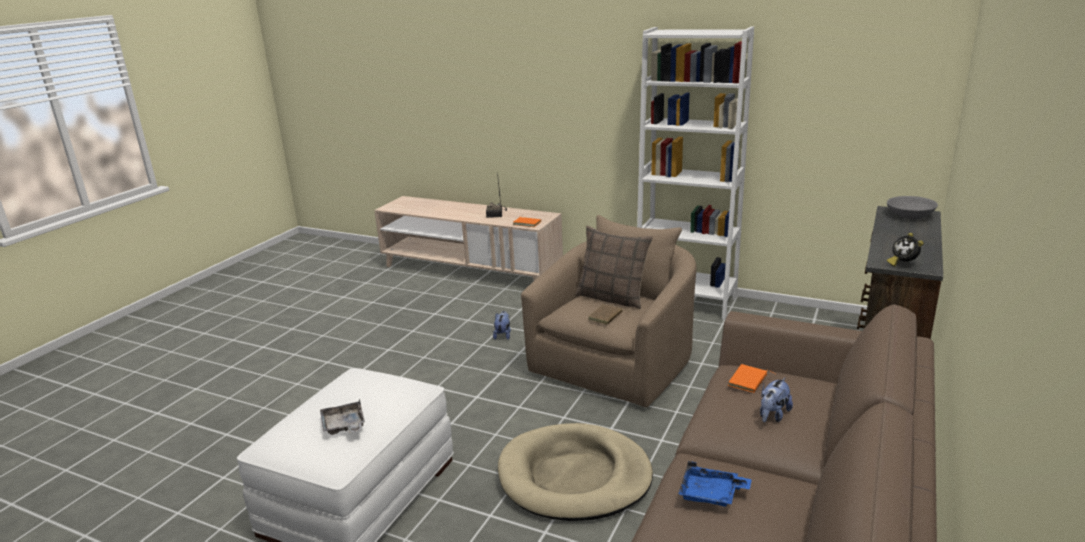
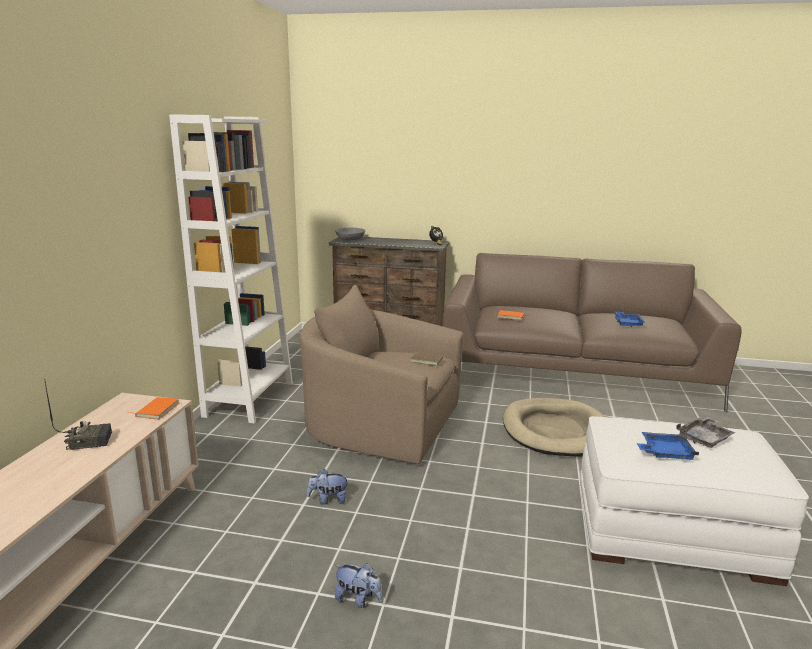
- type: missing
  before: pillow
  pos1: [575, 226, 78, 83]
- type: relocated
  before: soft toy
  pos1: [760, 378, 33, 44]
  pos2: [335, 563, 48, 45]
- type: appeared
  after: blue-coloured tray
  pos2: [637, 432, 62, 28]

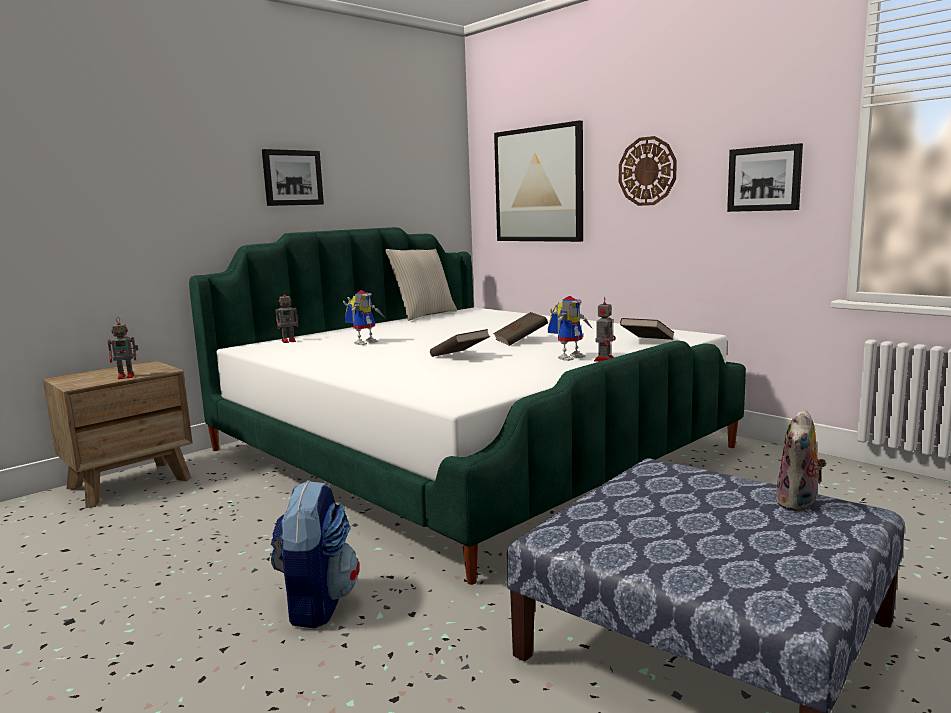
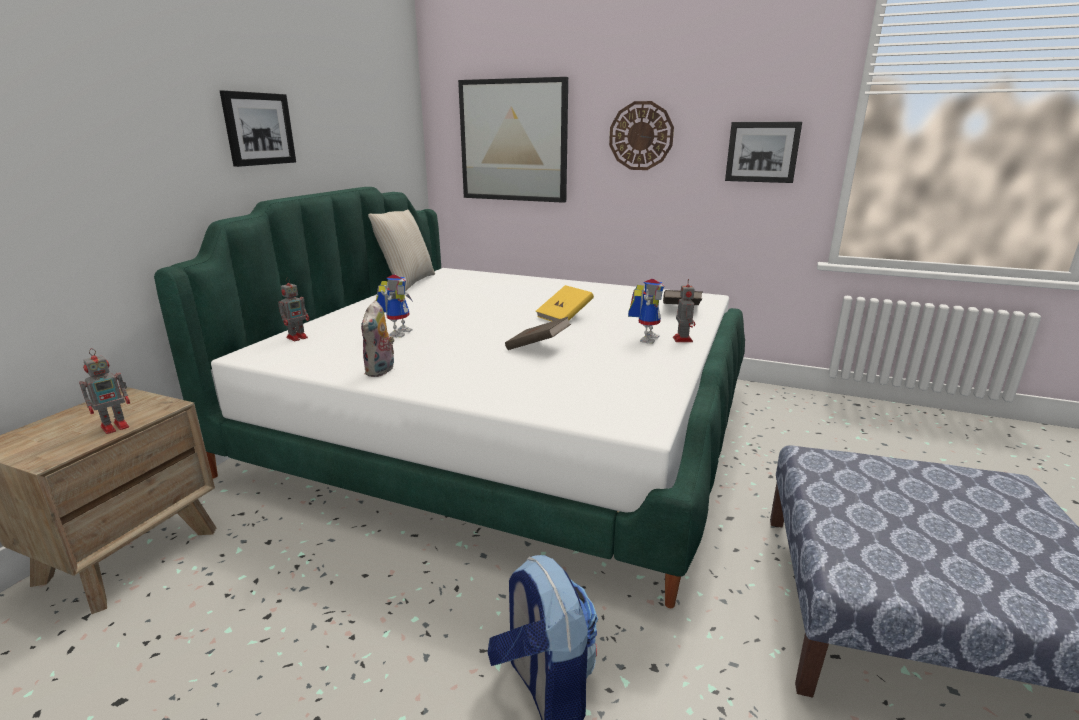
- type: colour
  before: brown-coloured bound book
  after: yellow bound book
  pos1: [493, 312, 55, 34]
  pos2: [536, 285, 58, 37]
- type: relocated
  before: soft toy
  pos1: [776, 409, 50, 103]
  pos2: [361, 300, 34, 77]

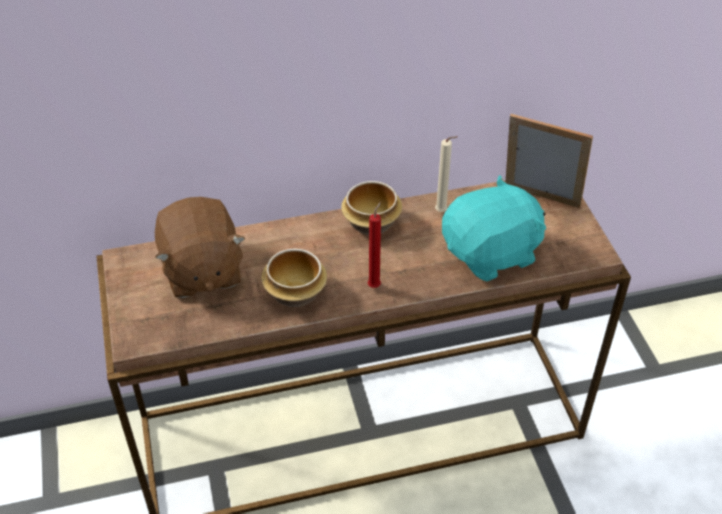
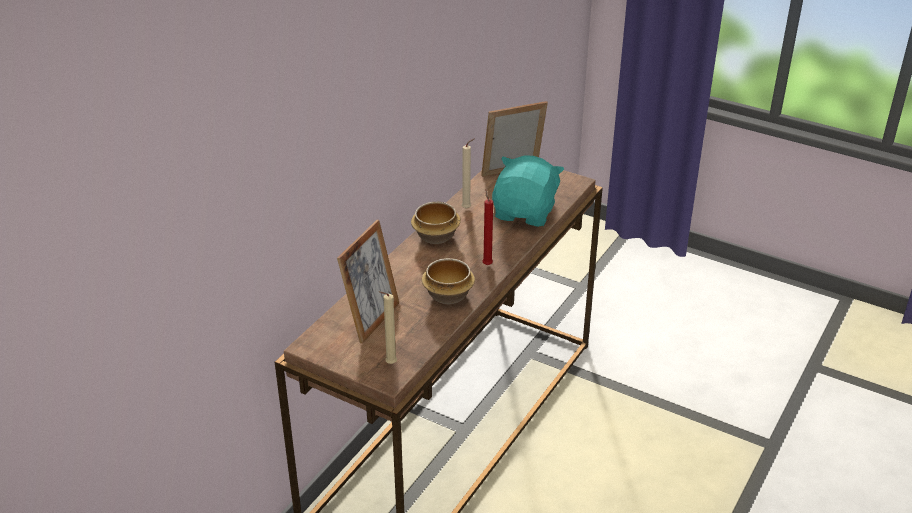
- type: exchanged
  before: brown-coloured soft toy
  after: standing frame
  pos1: [155, 197, 90, 101]
  pos2: [337, 220, 62, 124]
- type: appeared
  after: beige wax light
  pos2: [379, 291, 18, 73]

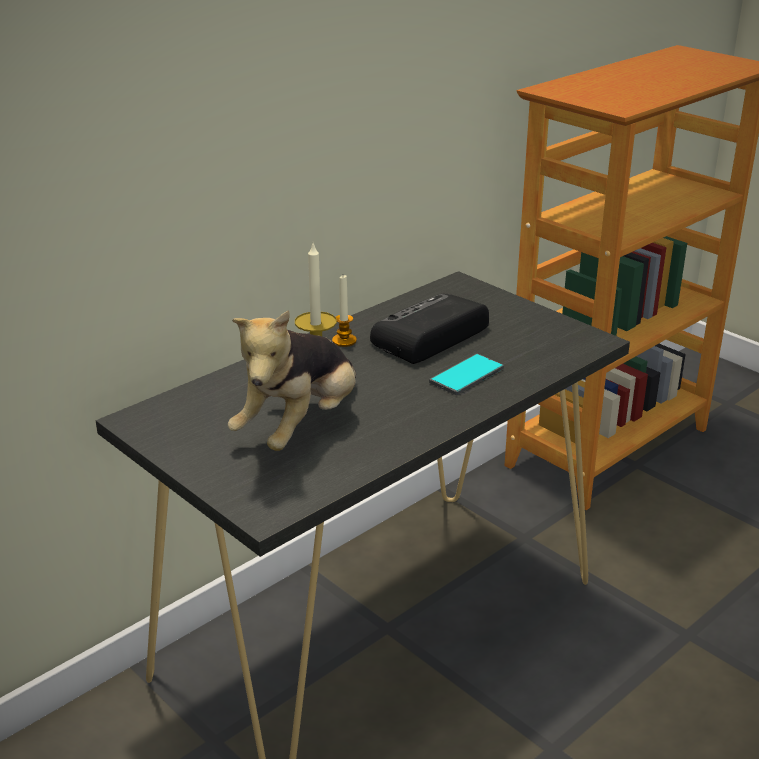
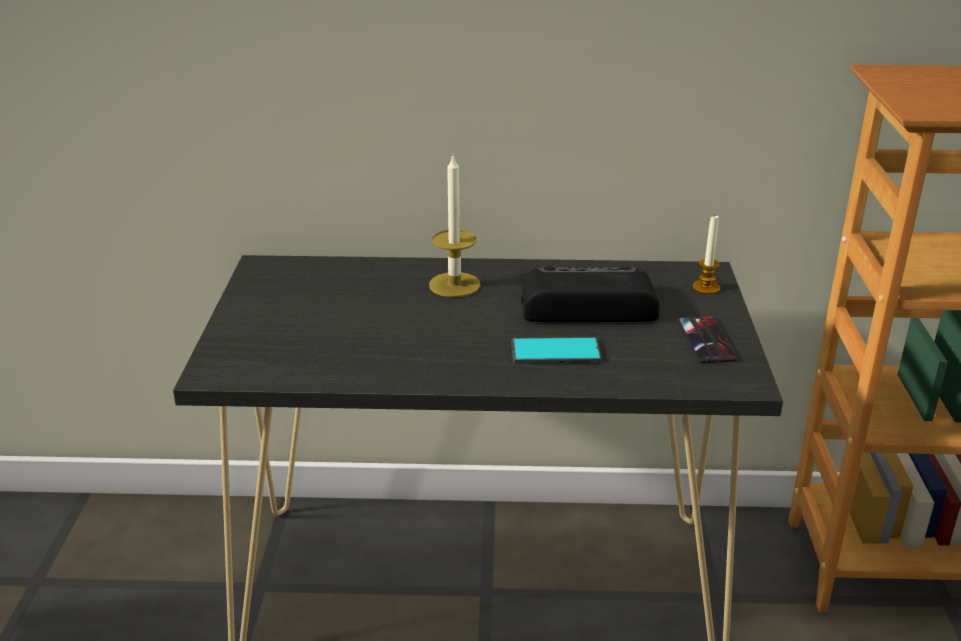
- type: relocated
  before: wax light
  pos1: [332, 275, 25, 72]
  pos2: [693, 216, 27, 78]
- type: missing
  before: soft toy
  pos1: [228, 310, 128, 141]
- type: appeared
  after: phone
  pos2: [677, 316, 61, 47]

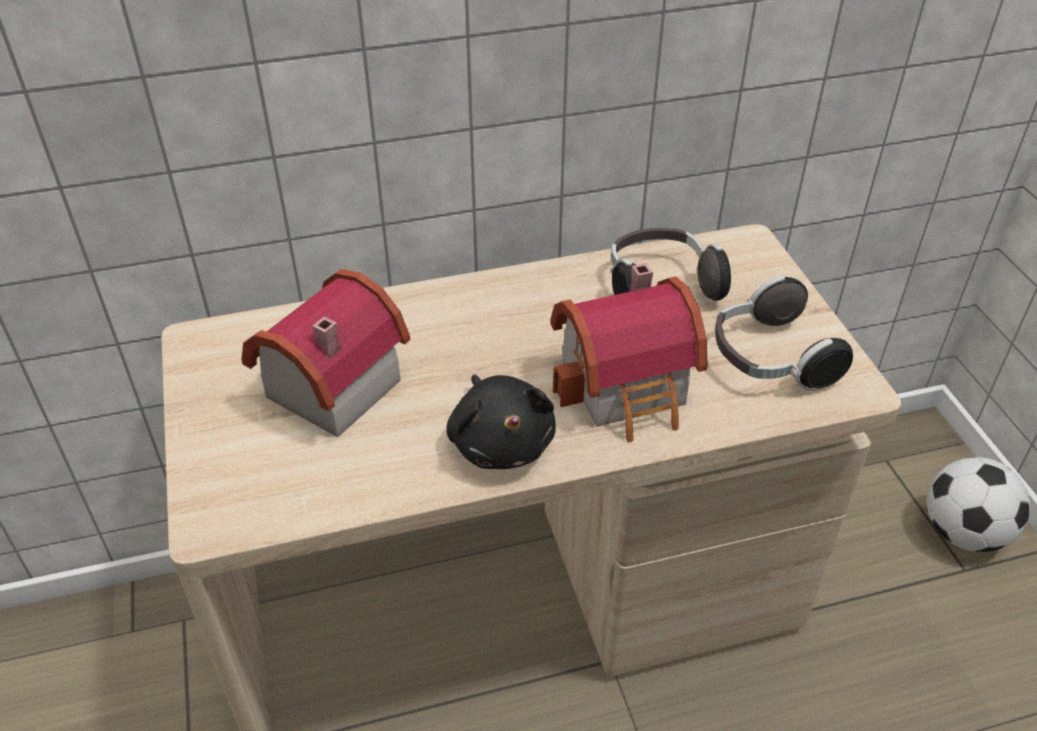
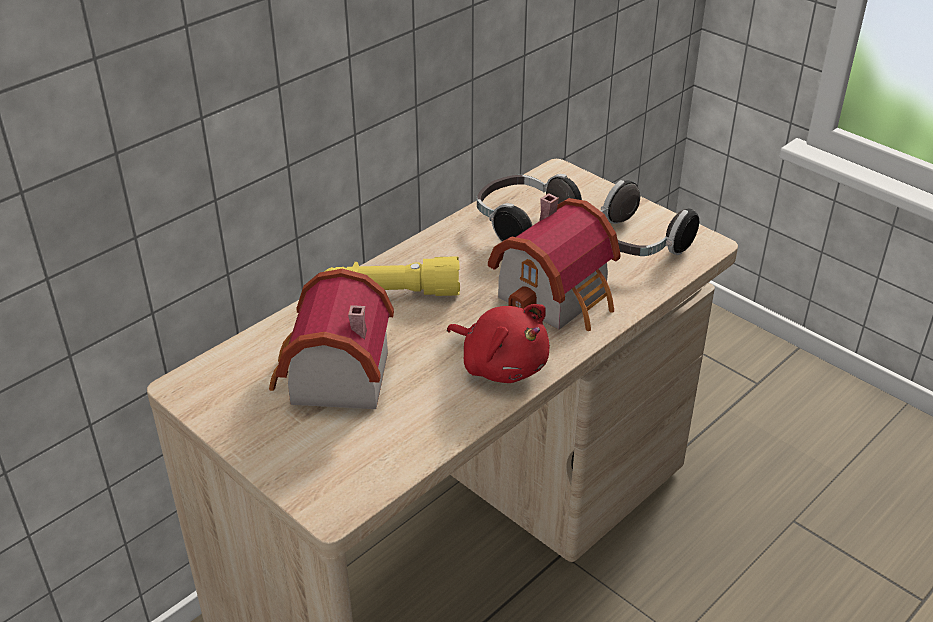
- type: colour
  before: black-coloured soft toy
  after: red-coloured soft toy
  pos1: [446, 375, 110, 94]
  pos2: [447, 304, 103, 79]
- type: missing
  before: football ball
  pos1: [927, 457, 103, 95]
- type: appeared
  after: yellow torch
  pos2: [324, 256, 136, 40]

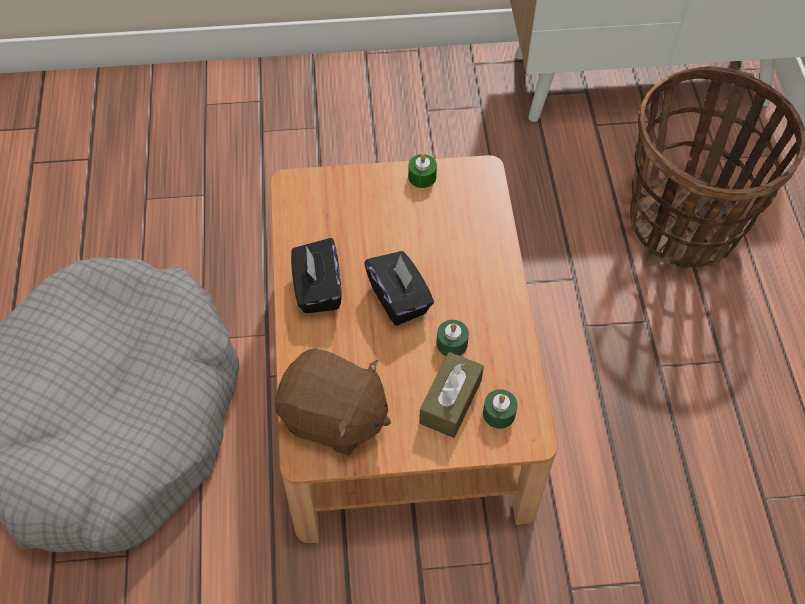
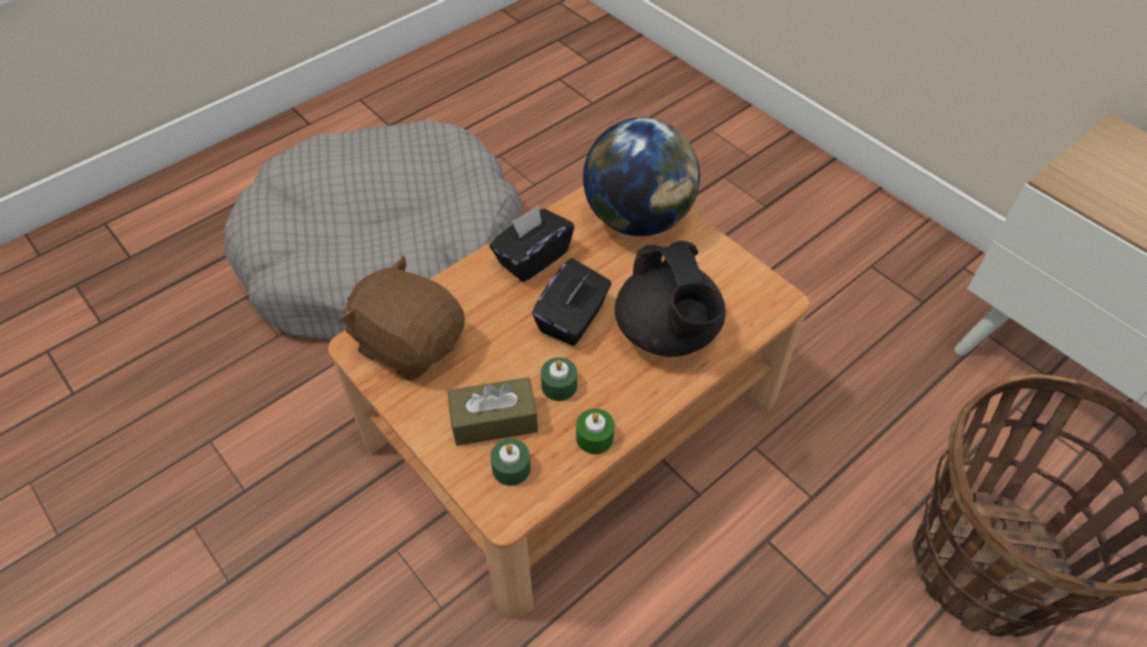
- type: relocated
  before: greenish wax light
  pos1: [408, 154, 29, 34]
  pos2: [576, 408, 39, 46]
- type: spun
  before: brown-coloured soft toy
  pos1: [275, 349, 116, 107]
  pos2: [340, 256, 125, 125]
  turn: 135
- type: appeared
  after: world globe
  pos2: [583, 117, 117, 119]
- type: appeared
  after: black-coloured pot for tea
  pos2: [615, 241, 111, 116]

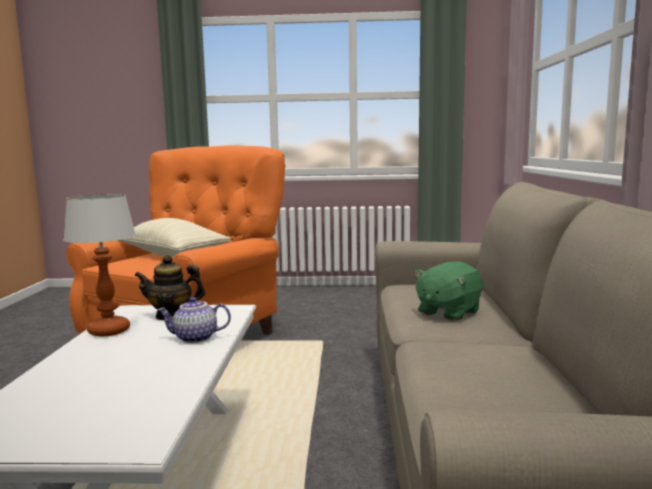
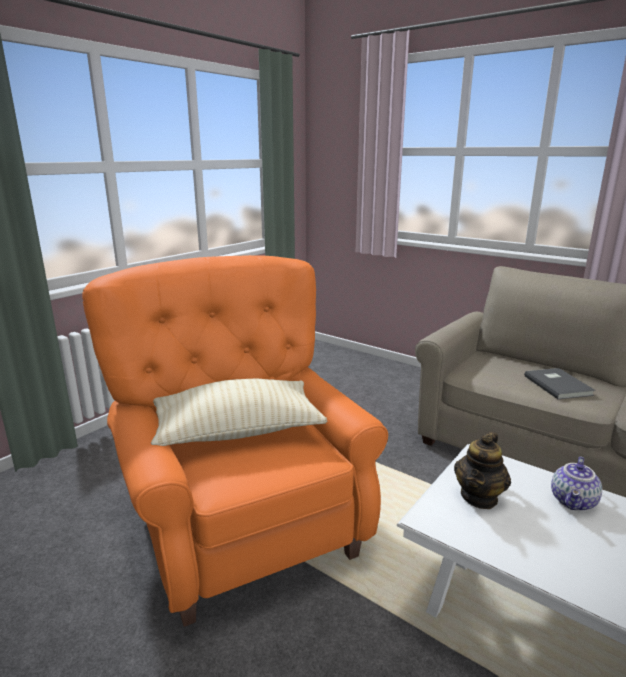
- type: missing
  before: tabletop lamp
  pos1: [63, 194, 73, 142]
- type: exchanged
  before: greenish soft toy
  after: grey bound book
  pos1: [414, 261, 69, 60]
  pos2: [524, 368, 71, 31]

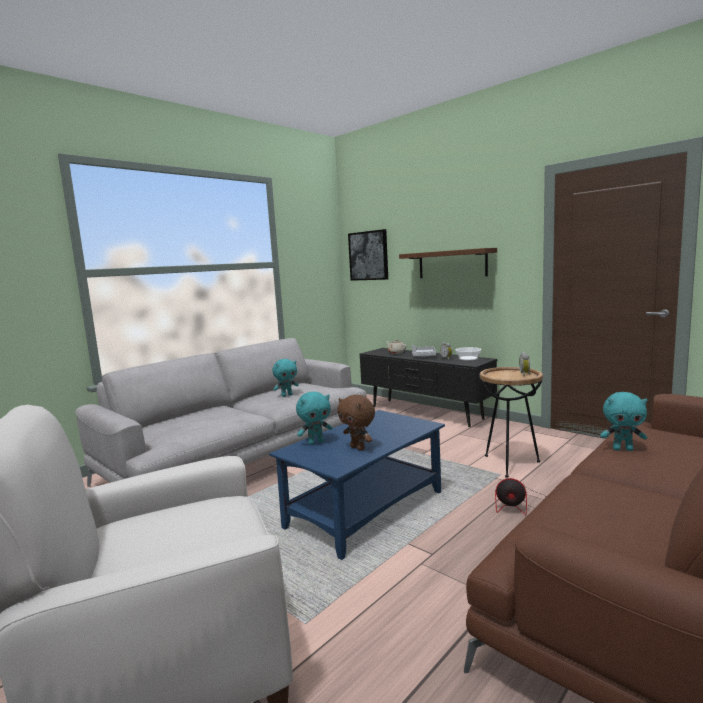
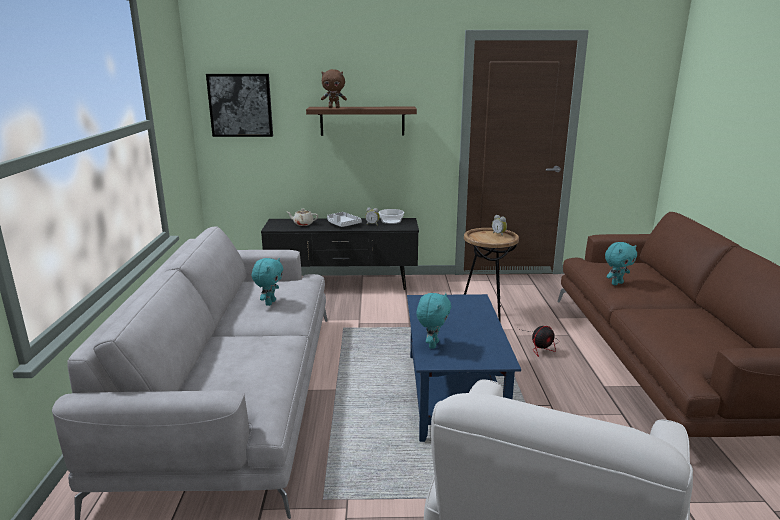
- type: relocated
  before: brown-coloured soft toy
  pos1: [337, 395, 38, 56]
  pos2: [321, 69, 26, 39]

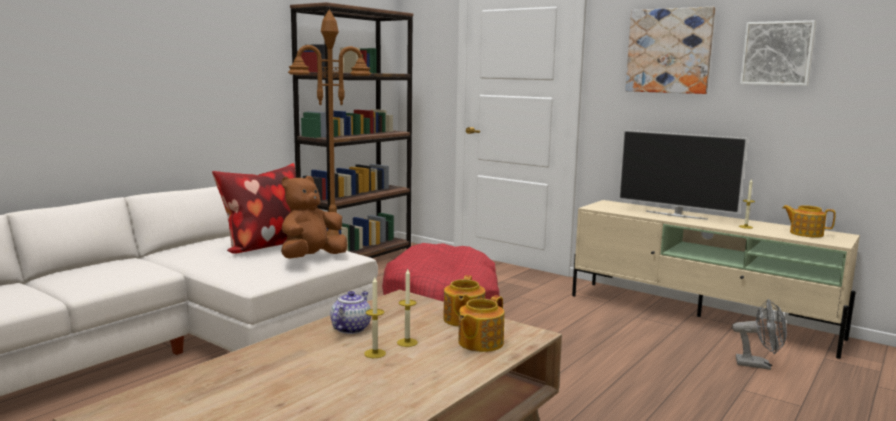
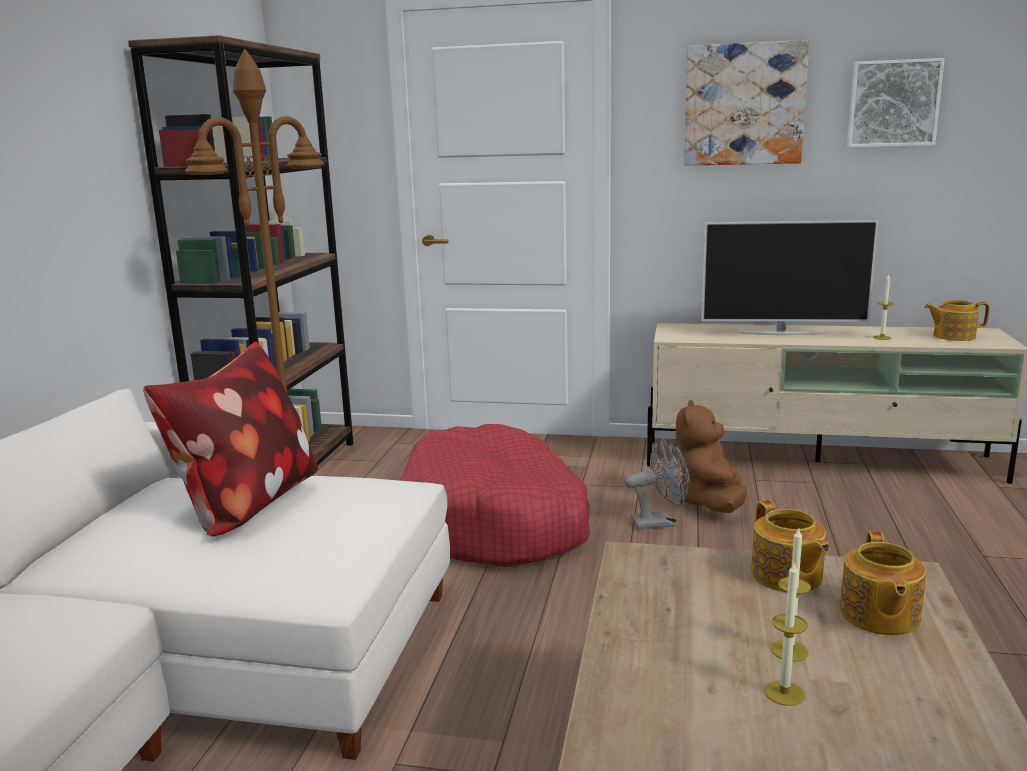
- type: relocated
  before: brown-coloured soft toy
  pos1: [281, 176, 67, 83]
  pos2: [676, 400, 71, 113]
- type: missing
  before: pot for tea
  pos1: [330, 291, 41, 43]
- type: relocated
  before: grey cooling fan
  pos1: [732, 299, 55, 71]
  pos2: [625, 438, 65, 91]

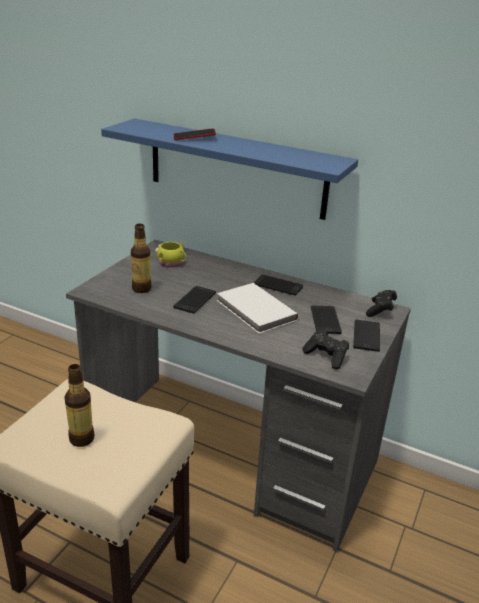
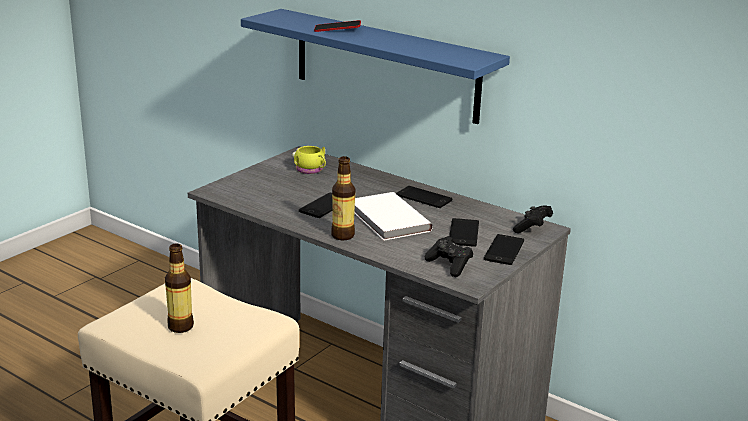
- type: relocated
  before: bottle
  pos1: [131, 224, 21, 69]
  pos2: [331, 156, 24, 84]

